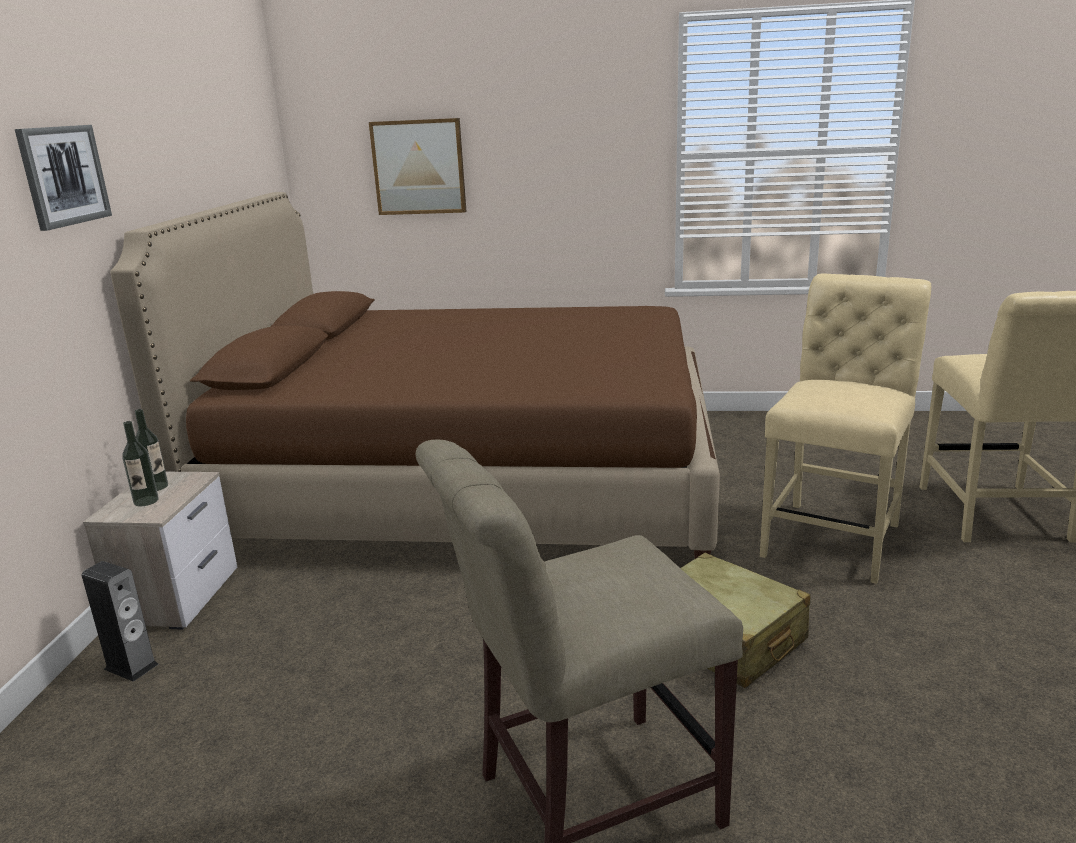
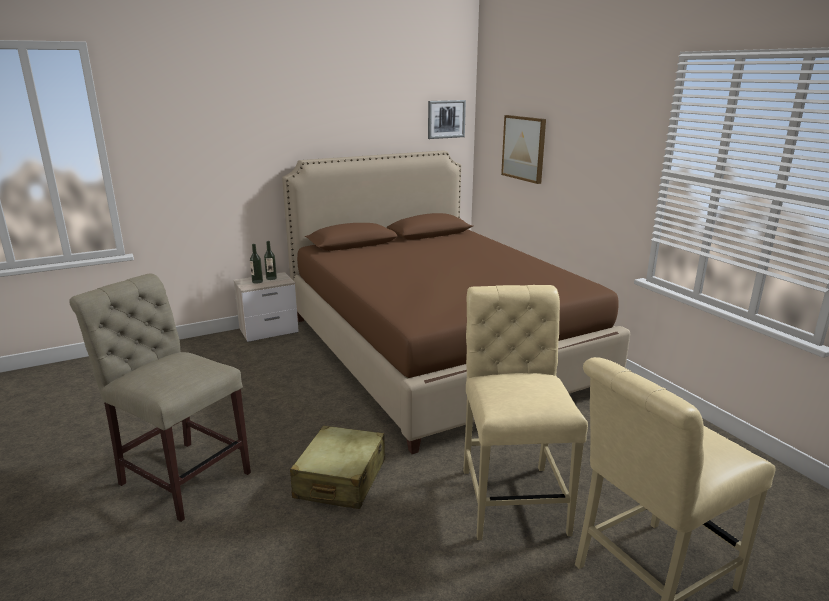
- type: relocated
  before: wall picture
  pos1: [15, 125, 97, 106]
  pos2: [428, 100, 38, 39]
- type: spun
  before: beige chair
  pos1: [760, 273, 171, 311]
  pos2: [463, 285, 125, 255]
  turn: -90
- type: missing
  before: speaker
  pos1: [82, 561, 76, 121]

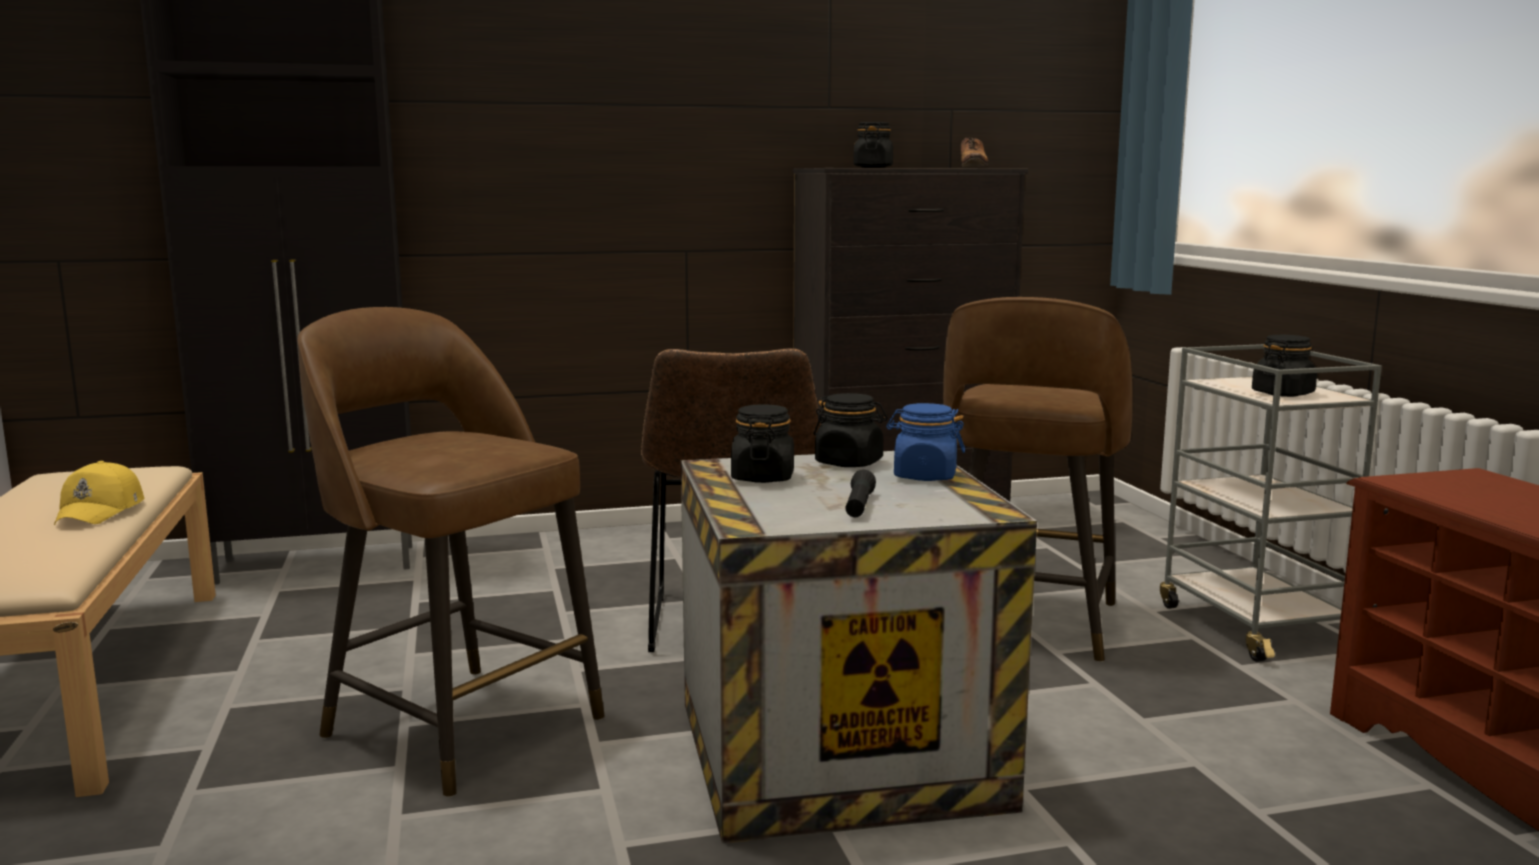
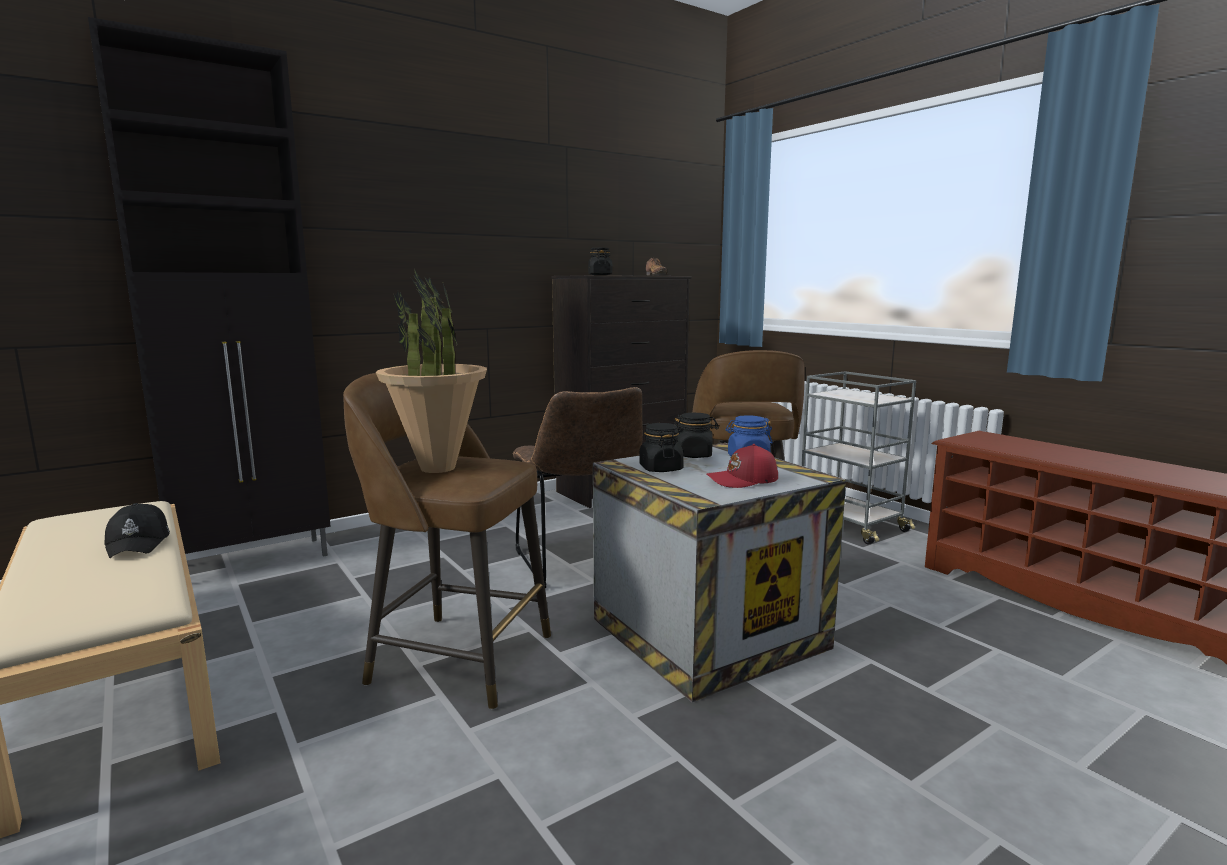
- type: missing
  before: black-coloured storage jar
  pos1: [1252, 335, 65, 62]
- type: colour
  before: yellow cap
  after: black-coloured cap
  pos1: [54, 461, 90, 64]
  pos2: [104, 503, 66, 55]
- type: exchanged
  before: black-coloured torch
  after: red-coloured cap
  pos1: [845, 470, 31, 47]
  pos2: [707, 444, 71, 44]
- type: appeared
  after: potted plant
  pos2: [376, 269, 111, 204]

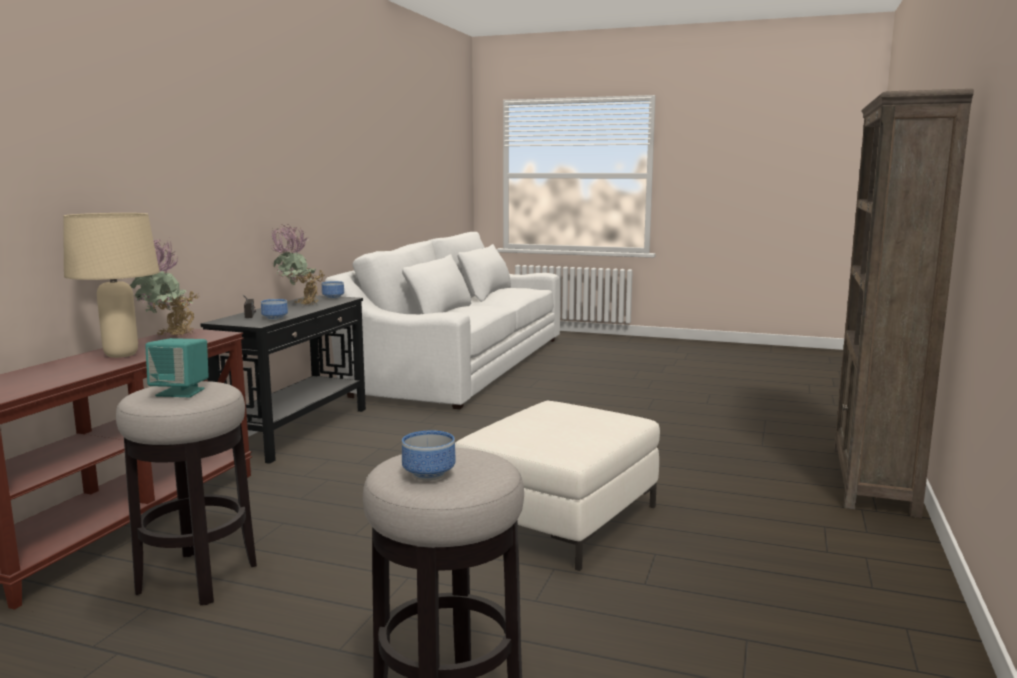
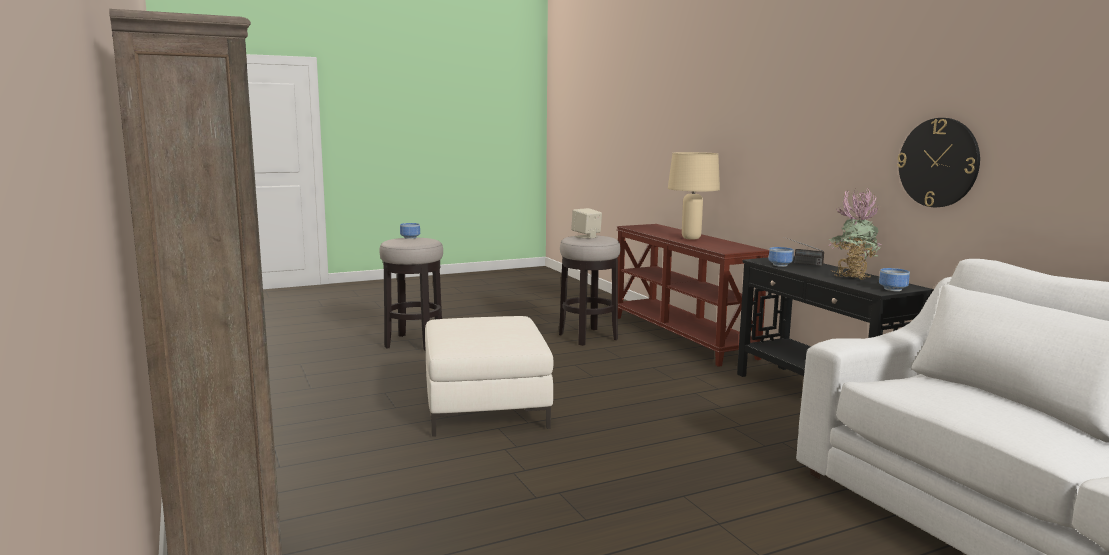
- type: missing
  before: potted plant
  pos1: [130, 239, 70, 98]
- type: colour
  before: turquoise-coloured speaker
  after: beige speaker
  pos1: [145, 338, 64, 59]
  pos2: [571, 208, 31, 31]
- type: appeared
  after: clock on the wall
  pos2: [897, 118, 83, 89]

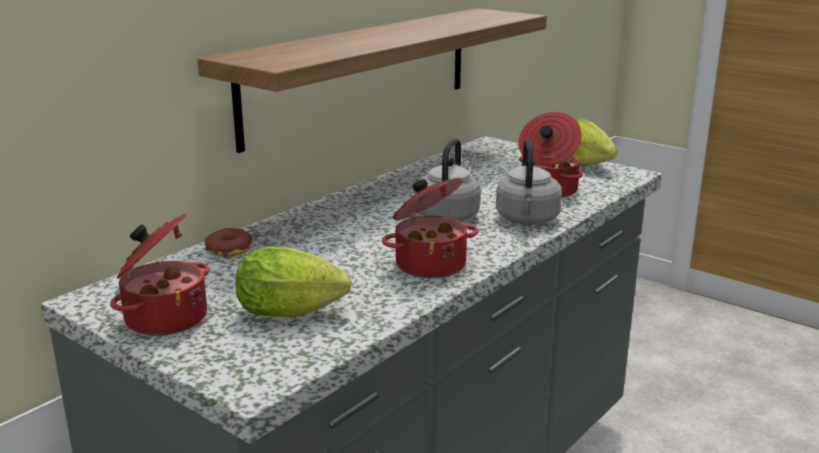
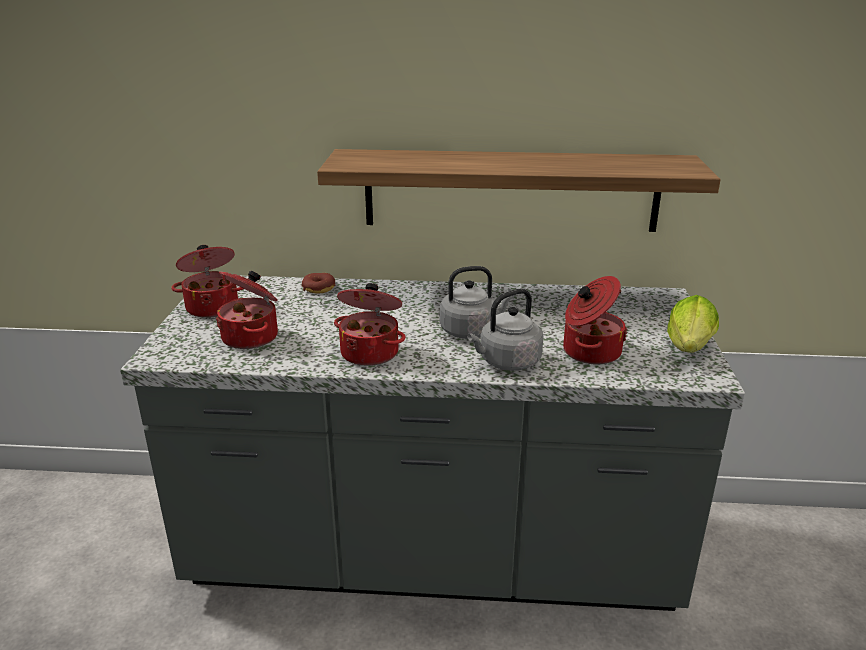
- type: exchanged
  before: head of lettuce
  after: cooking pot
  pos1: [235, 246, 117, 71]
  pos2: [216, 271, 62, 78]

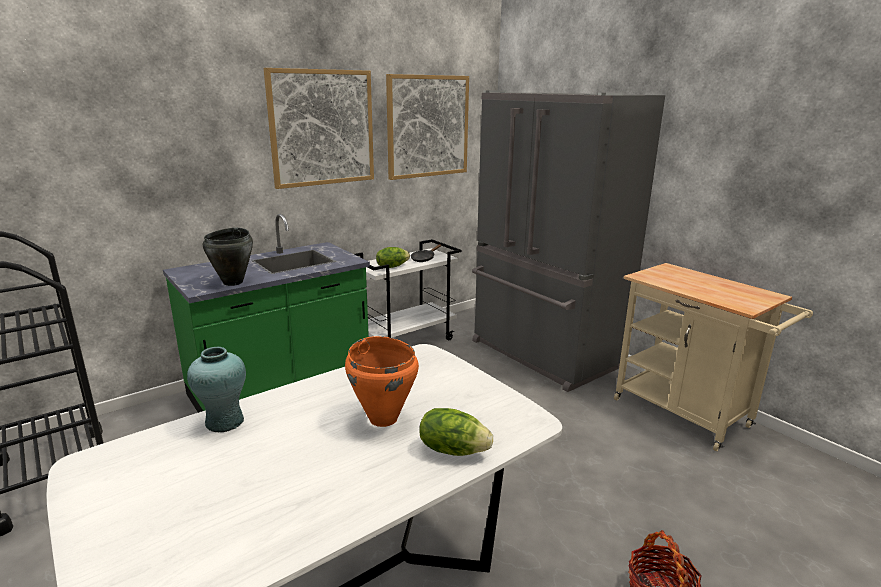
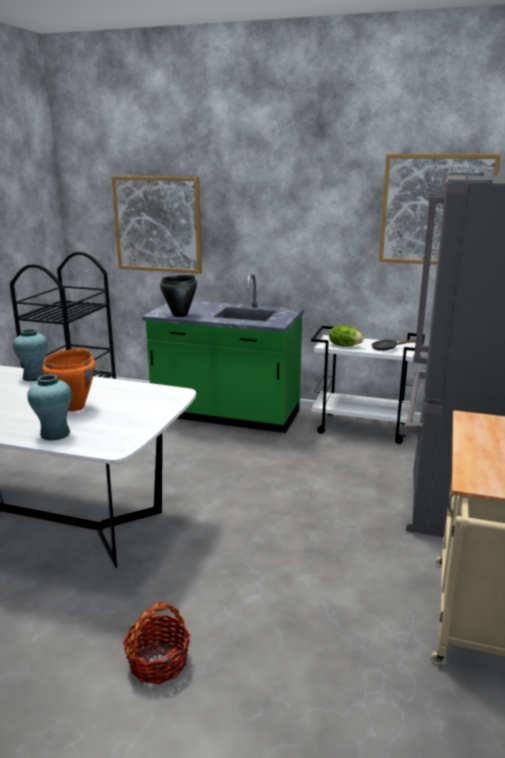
- type: relocated
  before: wall picture
  pos1: [264, 68, 110, 121]
  pos2: [112, 176, 90, 98]
- type: exchanged
  before: head of lettuce
  after: turquoise-coloured vase
  pos1: [419, 408, 74, 48]
  pos2: [27, 375, 45, 65]

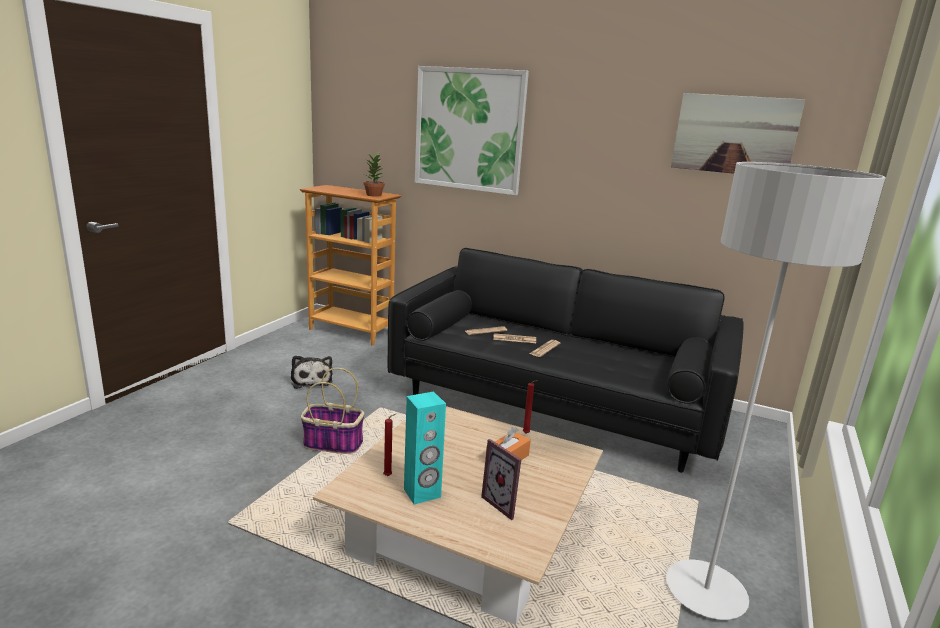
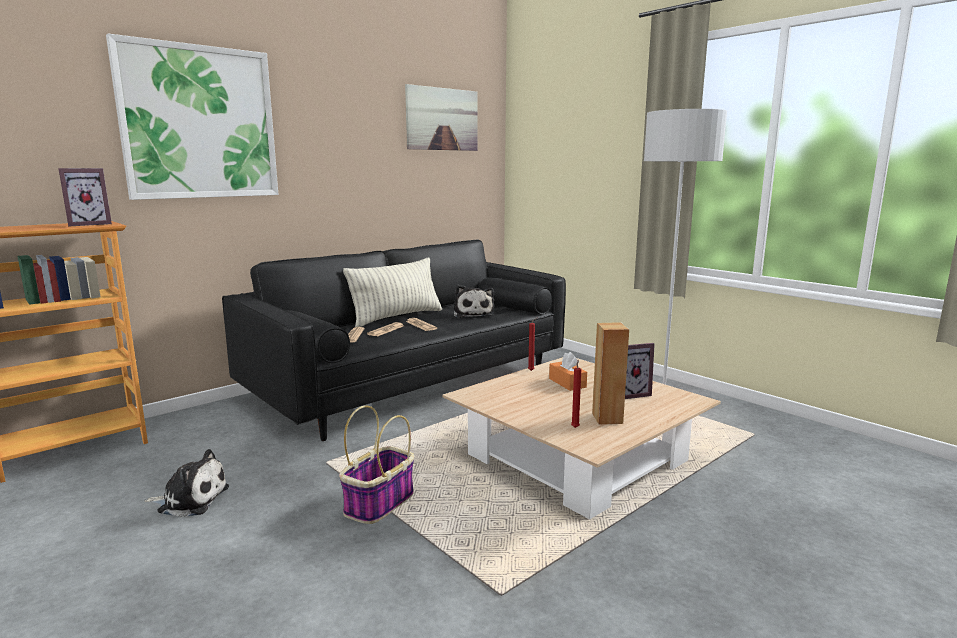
- type: exchanged
  before: potted plant
  after: standing frame
  pos1: [364, 152, 21, 45]
  pos2: [58, 168, 54, 58]
- type: colour
  before: turquoise-coloured speaker
  after: brown-coloured speaker
  pos1: [404, 392, 42, 112]
  pos2: [592, 322, 37, 102]
- type: appeared
  after: pillow
  pos2: [343, 258, 99, 69]
- type: appeared
  after: soft toy
  pos2: [454, 285, 40, 33]

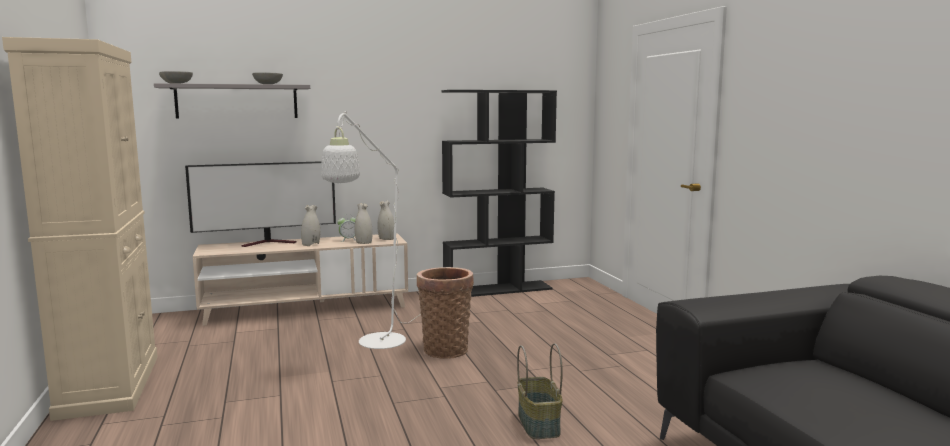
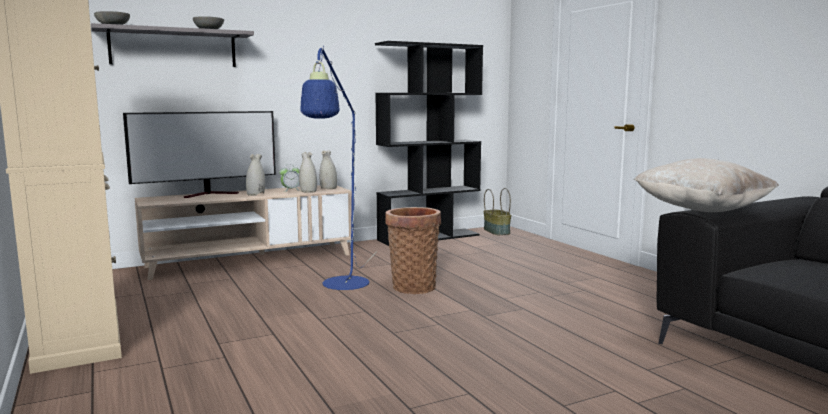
- type: colour
  before: whitish standard lamp
  after: blue-coloured standard lamp
  pos1: [321, 111, 100, 238]
  pos2: [300, 46, 77, 244]
- type: relocated
  before: household basket
  pos1: [517, 343, 46, 96]
  pos2: [484, 188, 27, 47]
- type: appeared
  after: beige pillow
  pos2: [634, 158, 145, 54]

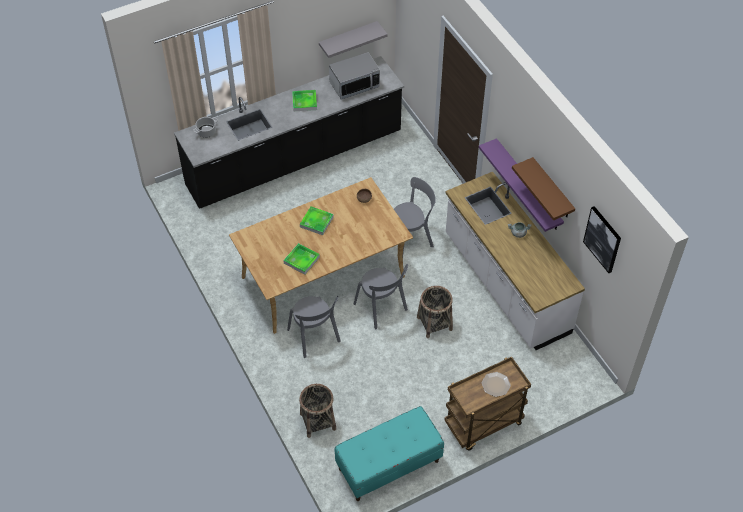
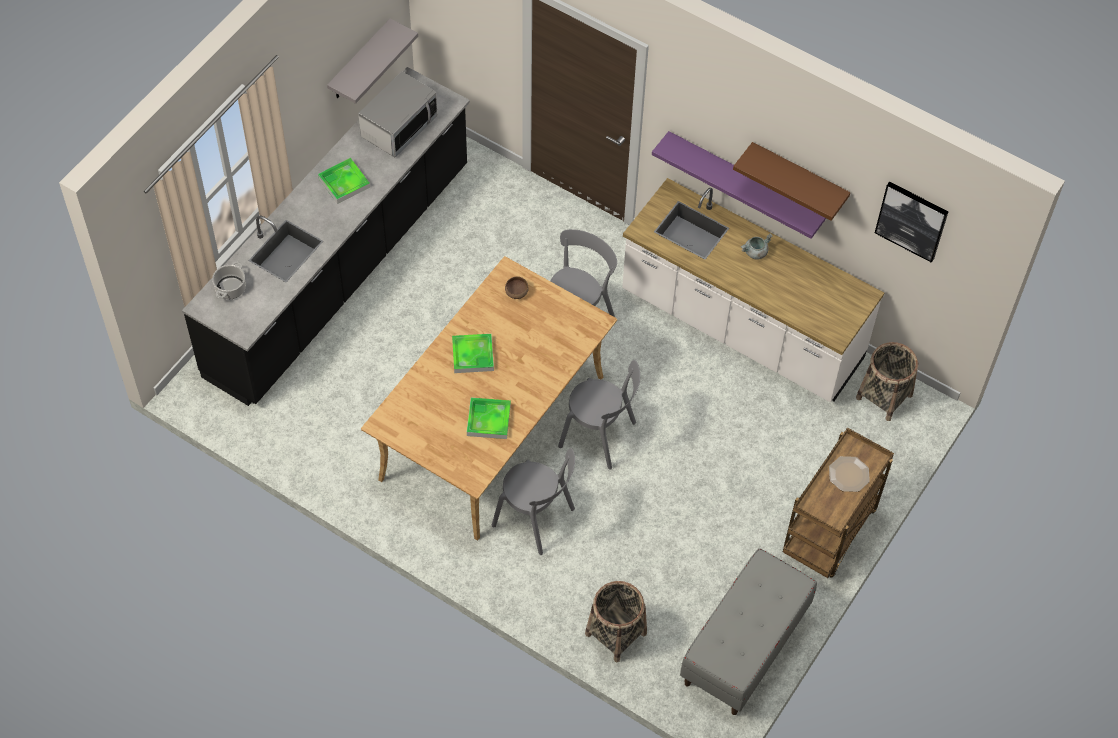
- type: relocated
  before: household basket
  pos1: [417, 286, 36, 52]
  pos2: [856, 342, 62, 79]
- type: colour
  before: turquoise-coloured long seat
  after: grey long seat
  pos1: [334, 406, 110, 95]
  pos2: [680, 548, 137, 167]

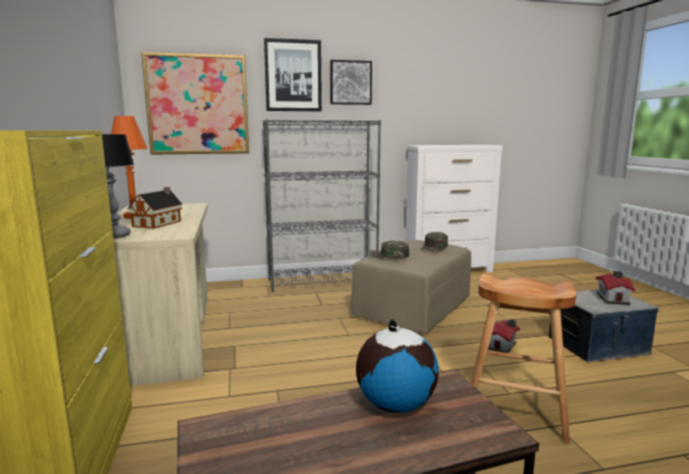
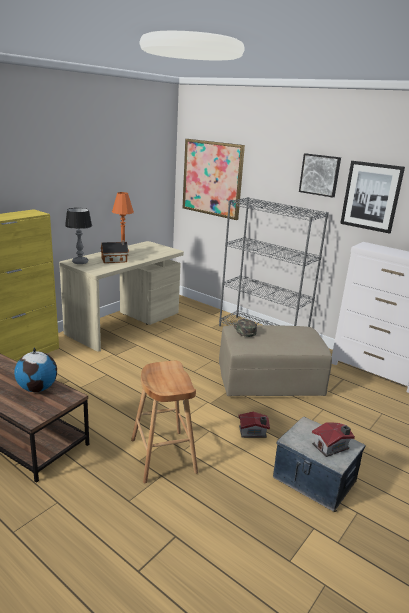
- type: relocated
  before: wall picture
  pos1: [264, 38, 58, 73]
  pos2: [340, 161, 65, 73]
- type: missing
  before: greenish cap
  pos1: [421, 232, 27, 20]

